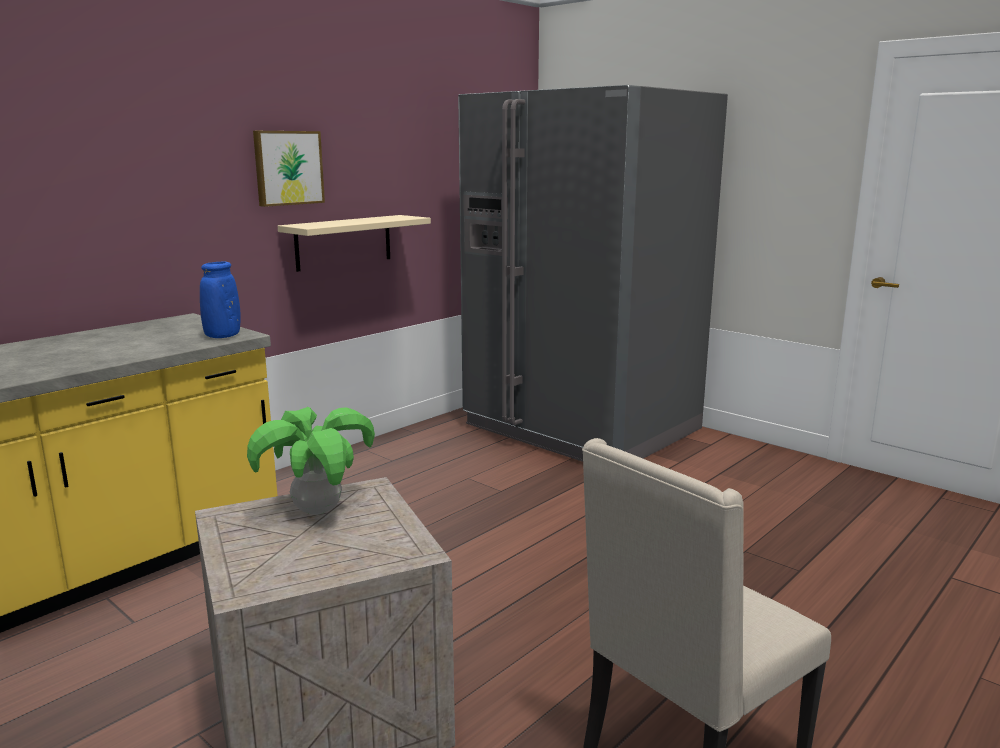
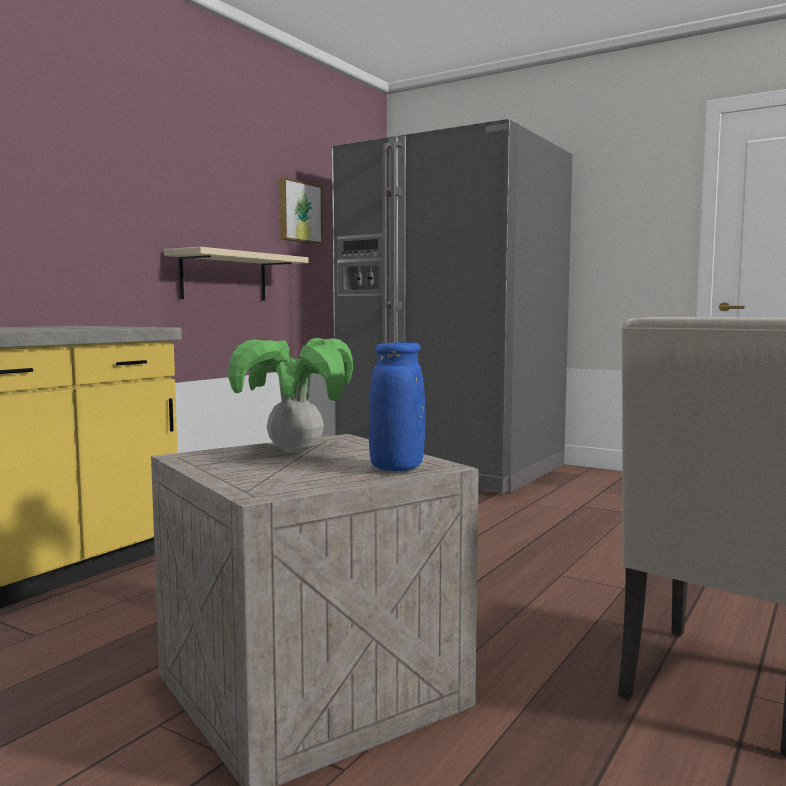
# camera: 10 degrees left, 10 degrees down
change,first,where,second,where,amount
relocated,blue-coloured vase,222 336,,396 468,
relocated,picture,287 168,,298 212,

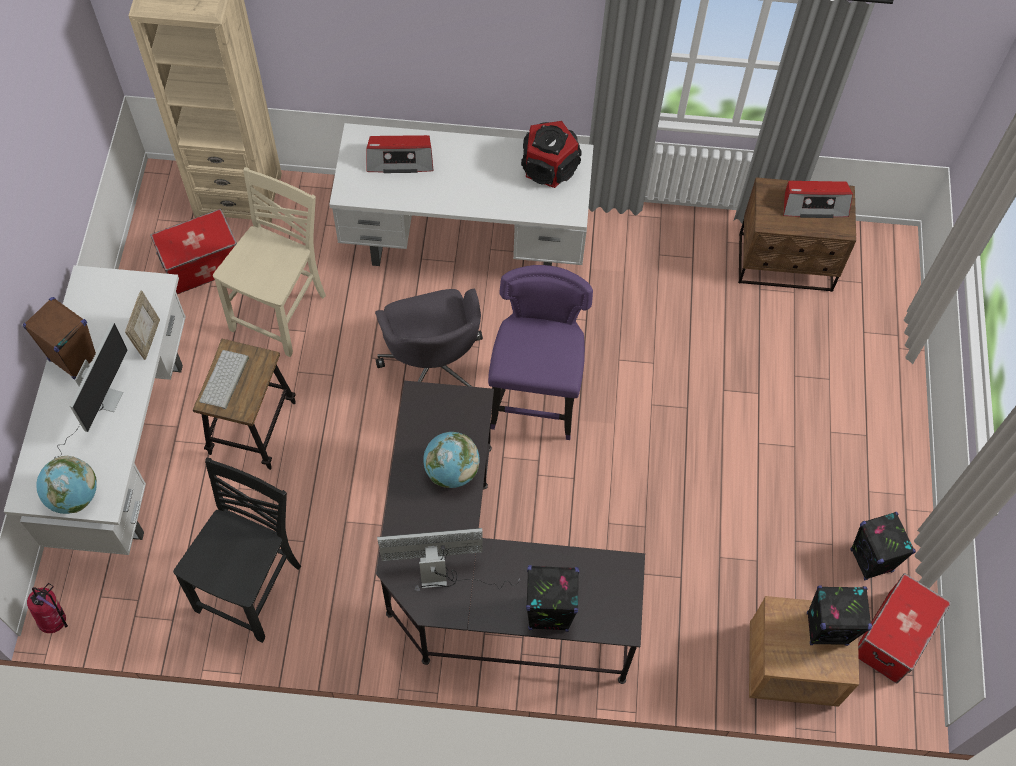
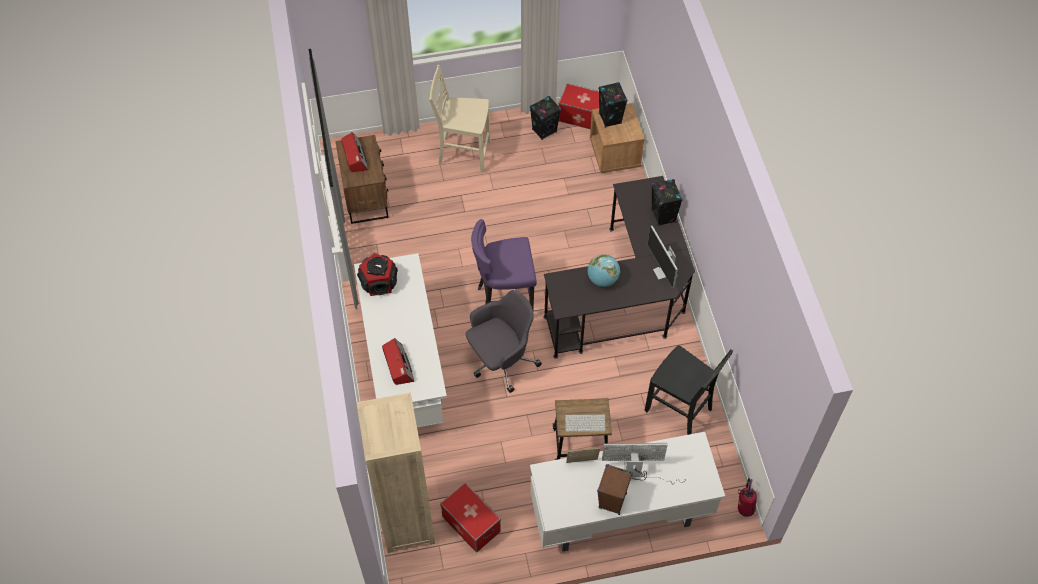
# camera: 105 degrees left, 5 degrees down
change,first,where,second,where,amount
missing,desk globe,74 496,,,
relocated,sand-coloured plain chair,281 312,,463 153,
spun,black-coloured plain chair,252 588,,680 410,150 degrees counterclockwise

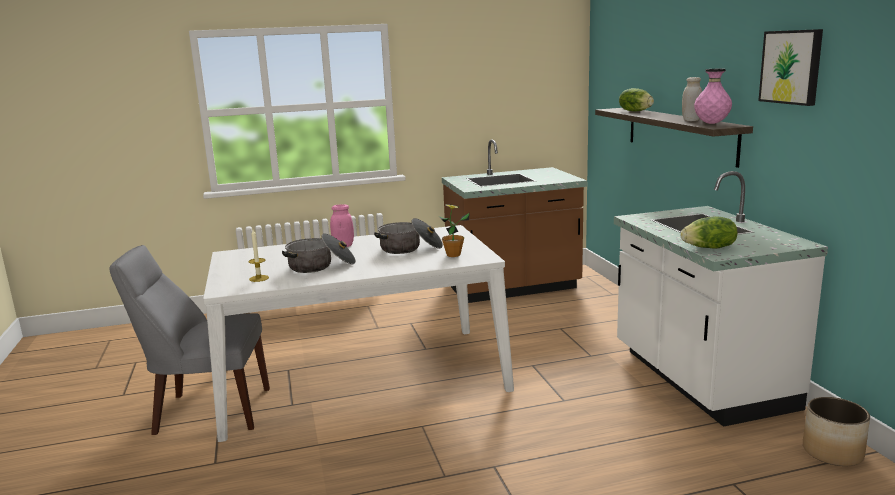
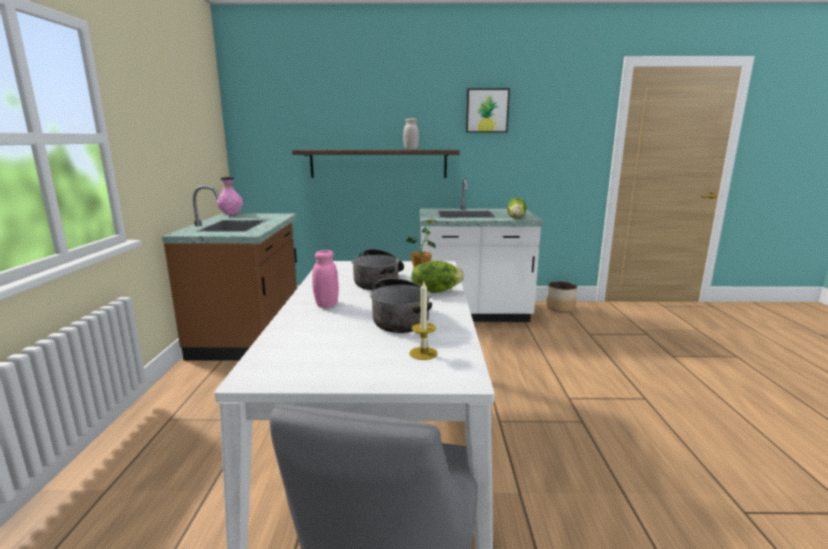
# camera: 75 degrees left, 0 degrees up
change,first,where,second,where,amount
relocated,lettuce head,635 111,,435 291,
relocated,pinkish vase,711 123,,231 215,

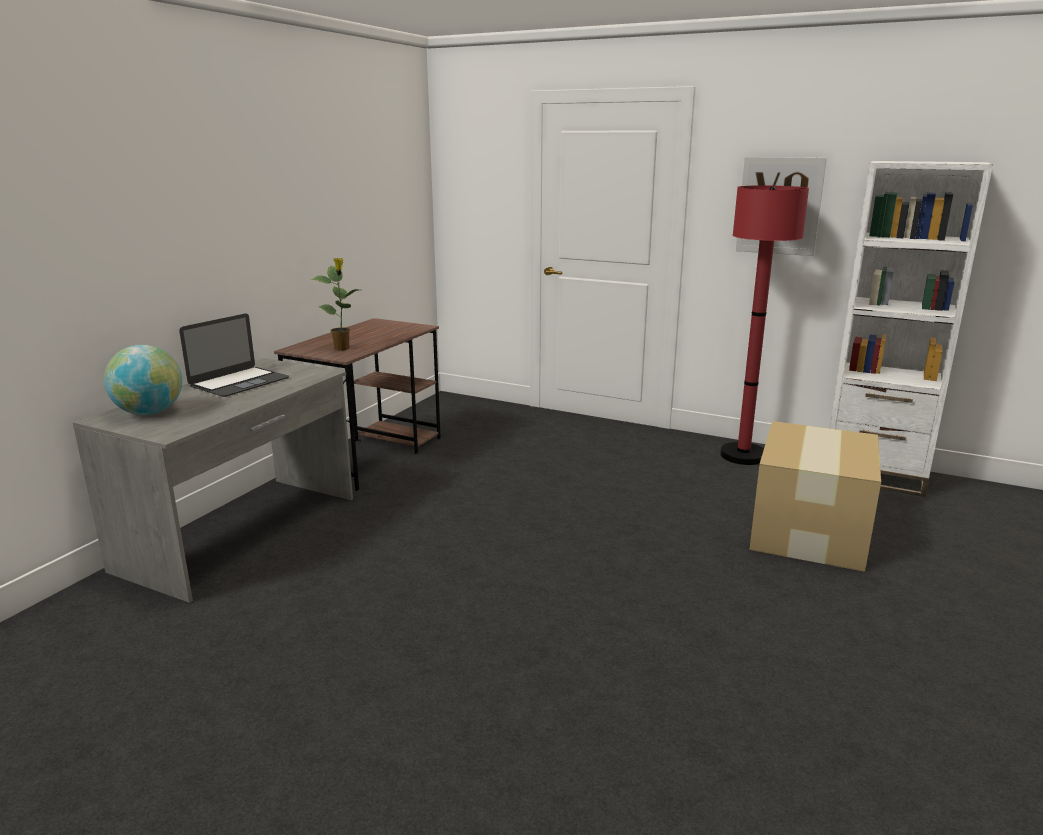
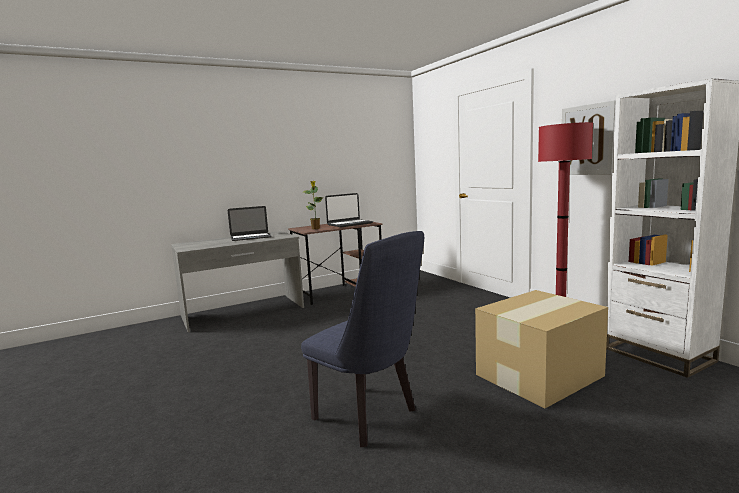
# camera: 35 degrees right, 10 degrees down
change,first,where,second,where,amount
missing,desk globe,149 413,,,
appeared,,,blue-coloured plain chair,371 417,
appeared,,,portable computer,349 224,

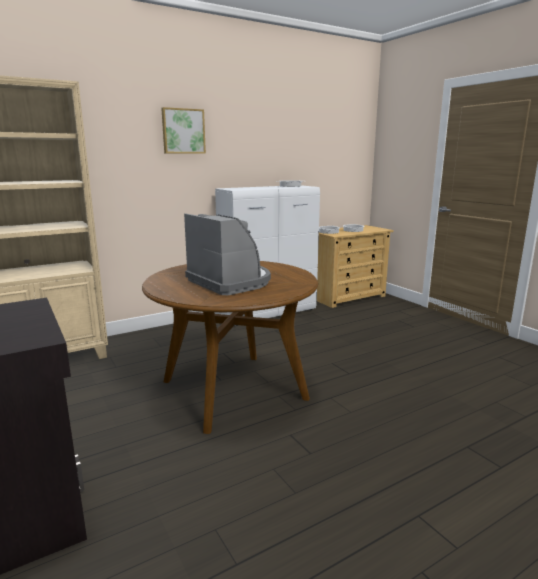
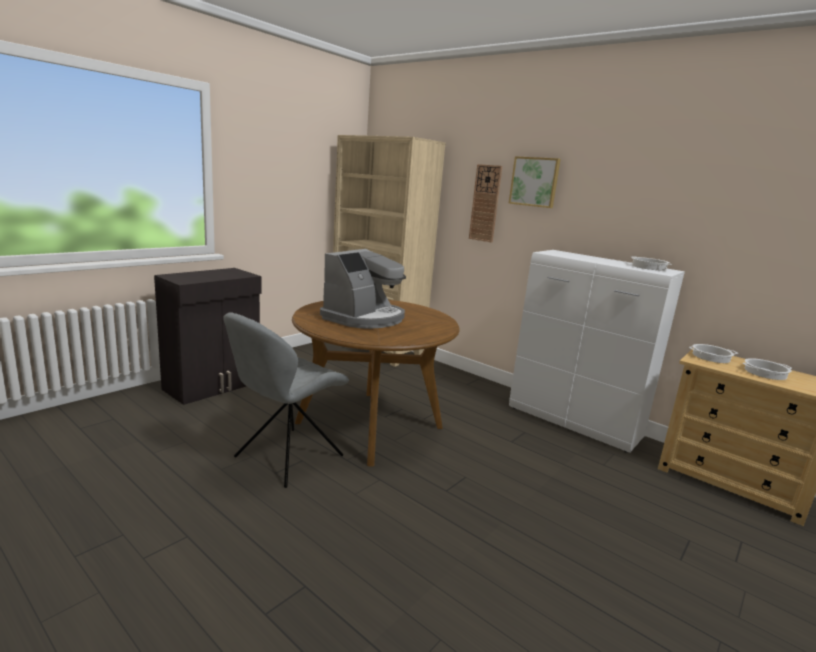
# camera: 70 degrees right, 0 degrees up
change,first,where,second,where,amount
appeared,,,grey plain chair,286 458,
appeared,,,wall clock,485 203,

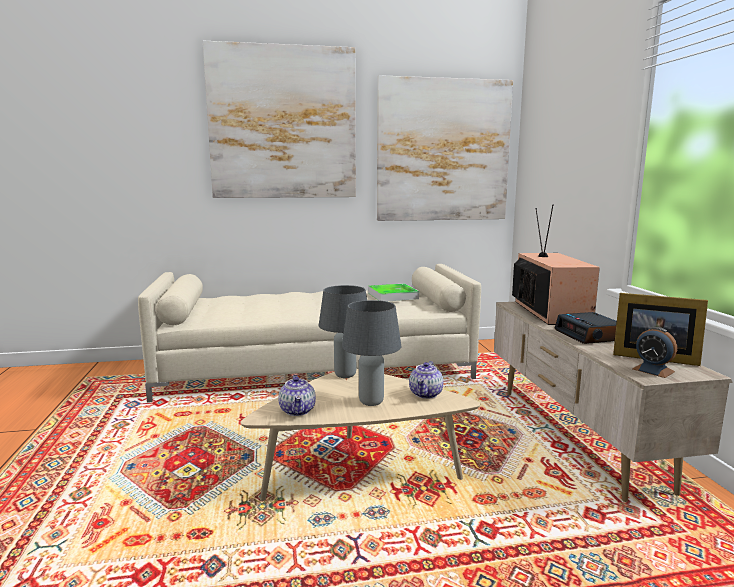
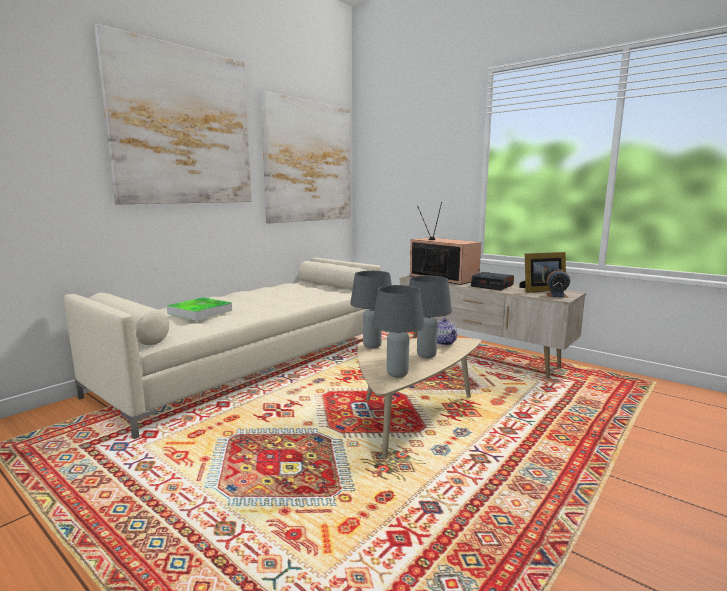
# camera: 40 degrees left, 0 degrees up
change,first,where,second,where,amount
relocated,serving tray,393 296,,200 312,
exchanged,pot for tea,298 411,grey table lamp,397 374,

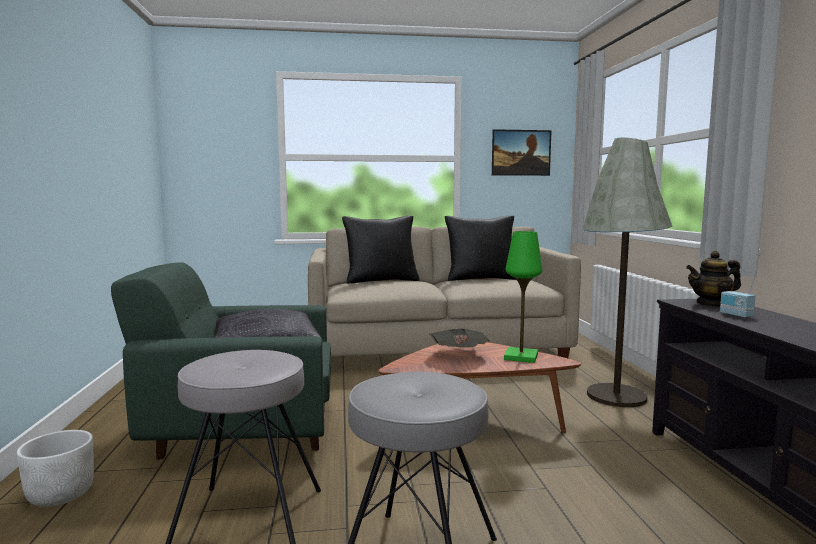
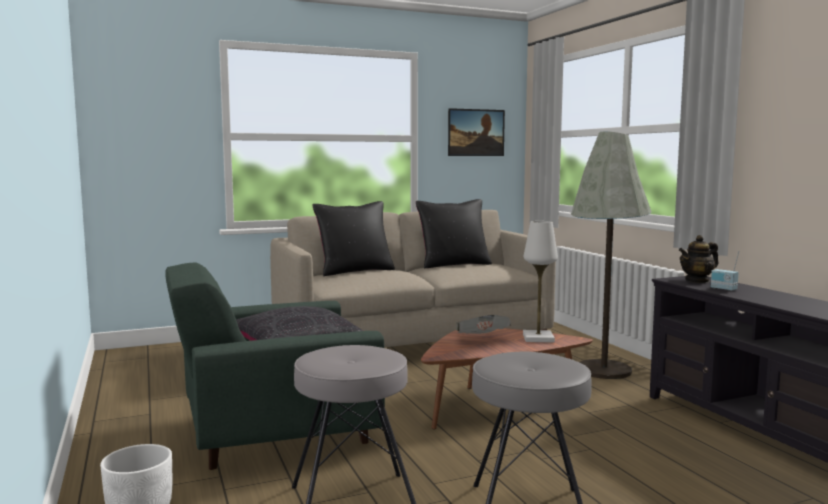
# camera: 15 degrees left, 0 degrees up
change,first,where,second,where,amount
colour,green-coloured table lamp,521 357,whitish table lamp,538 338,

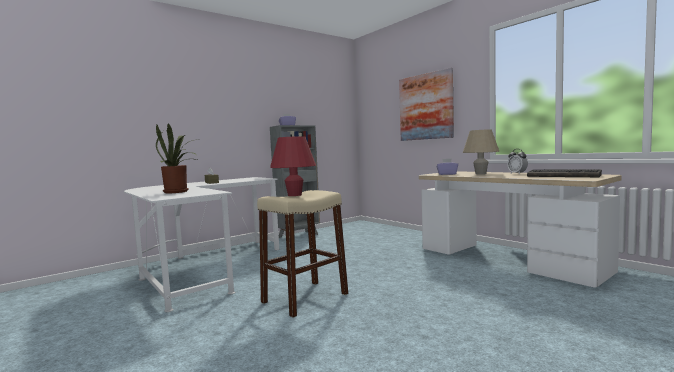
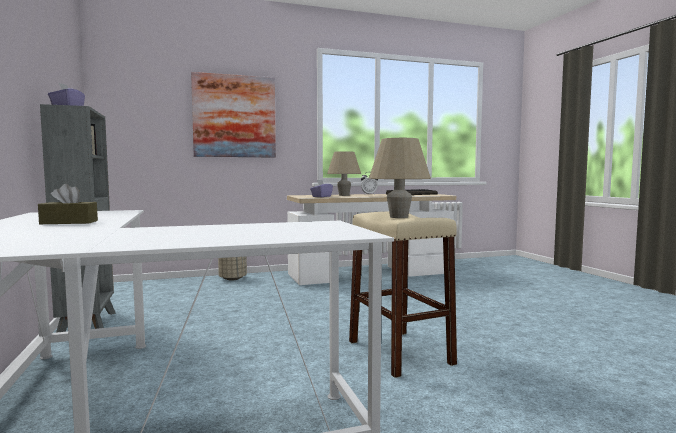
# camera: 70 degrees left, 0 degrees up
change,first,where,second,where,amount
missing,houseplant,178 192,,,
appeared,,,sand-coloured flower pot,233 279,
colour,red-coloured table lamp,294 195,sand-coloured table lamp,399 217,

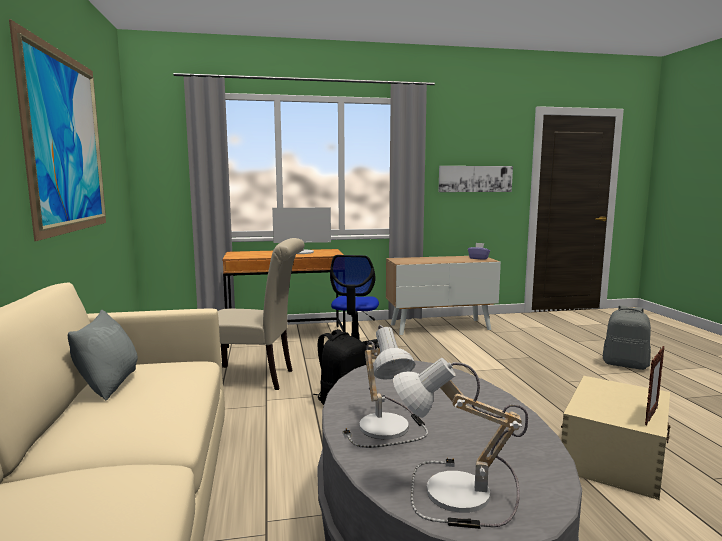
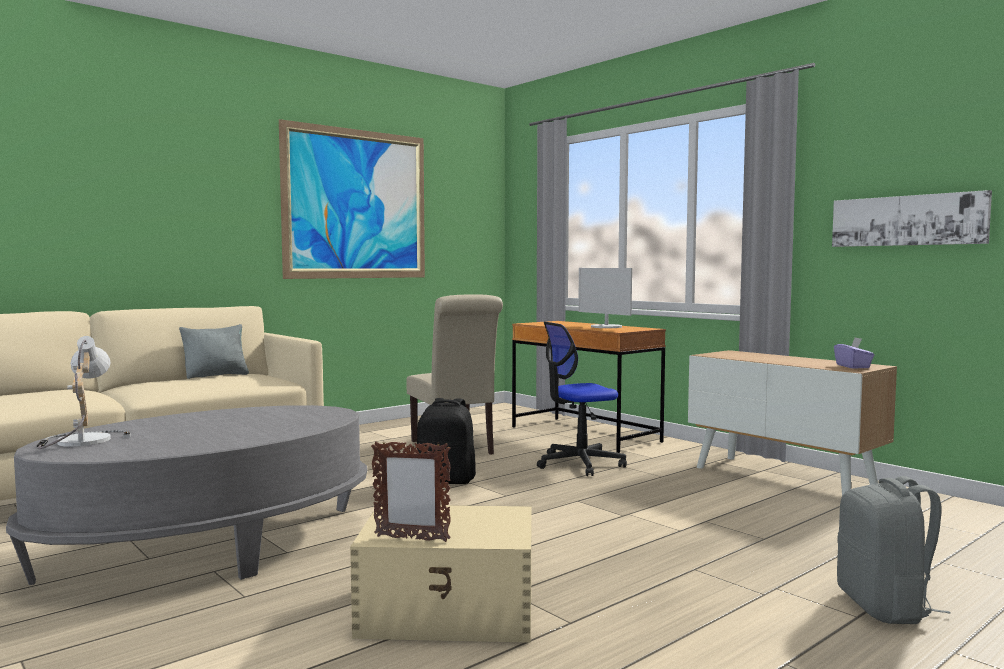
# camera: 60 degrees right, 5 degrees down
change,first,where,second,where,amount
missing,table lamp,389 428,,,

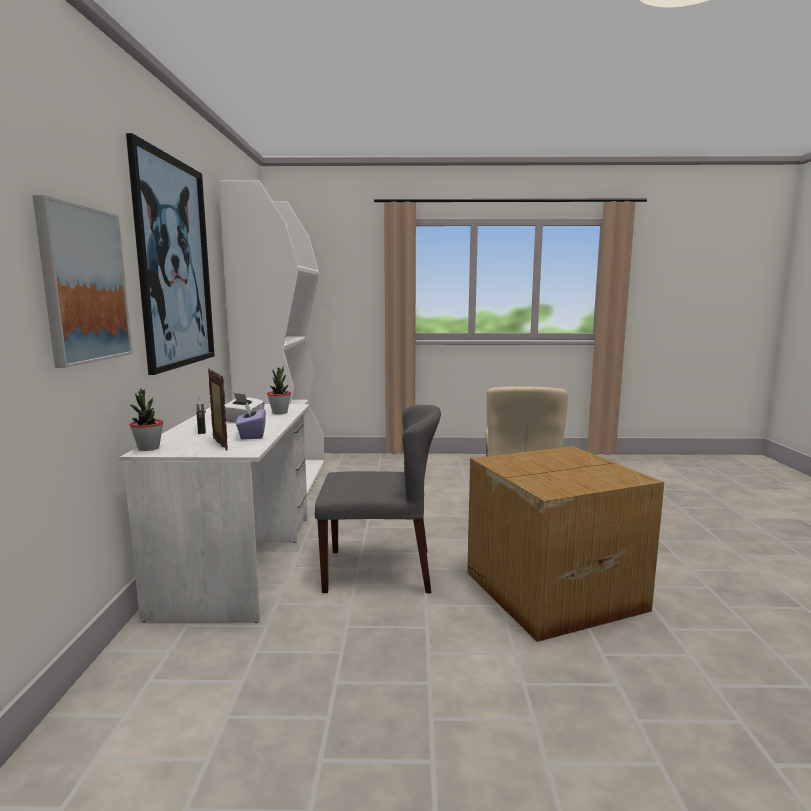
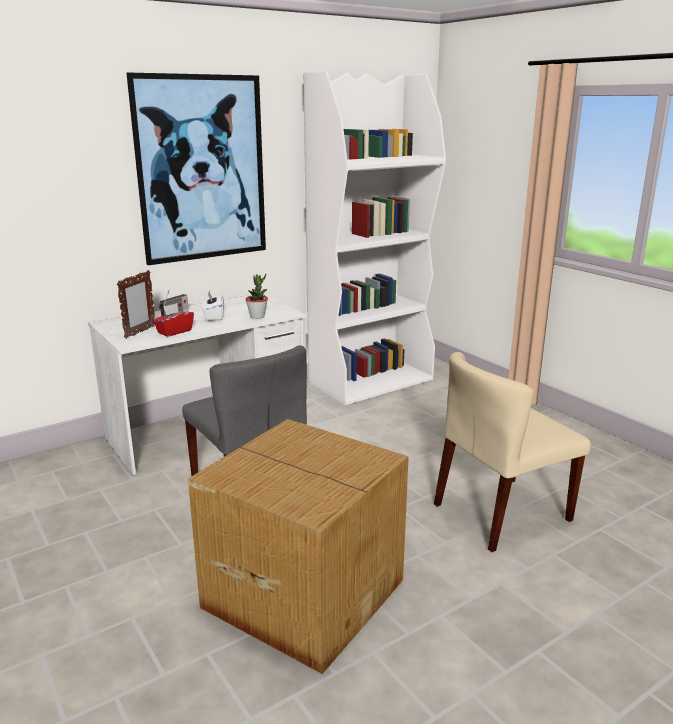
# camera: 55 degrees right, 10 degrees up
change,first,where,second,where,amount
missing,picture,84 285,,,
missing,houseplant,148 448,,,
colour,purple box of tissues,252 435,red-coloured box of tissues,174 332,

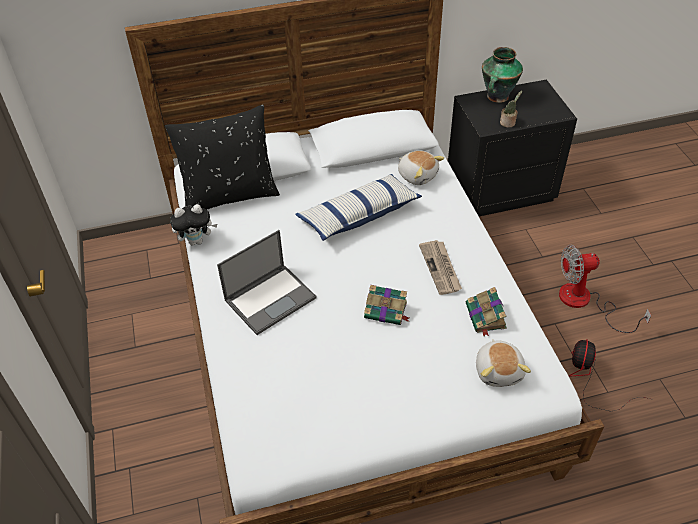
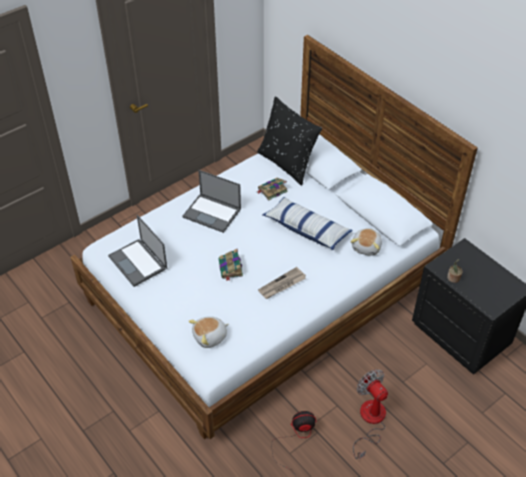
# camera: 65 degrees right, 0 degrees up
change,first,where,second,where,amount
missing,cuddly toy,197 241,,,
missing,vase,497 97,,,
appeared,,,portable computer,138 263,
relocated,bound book,486 317,,272 190,

